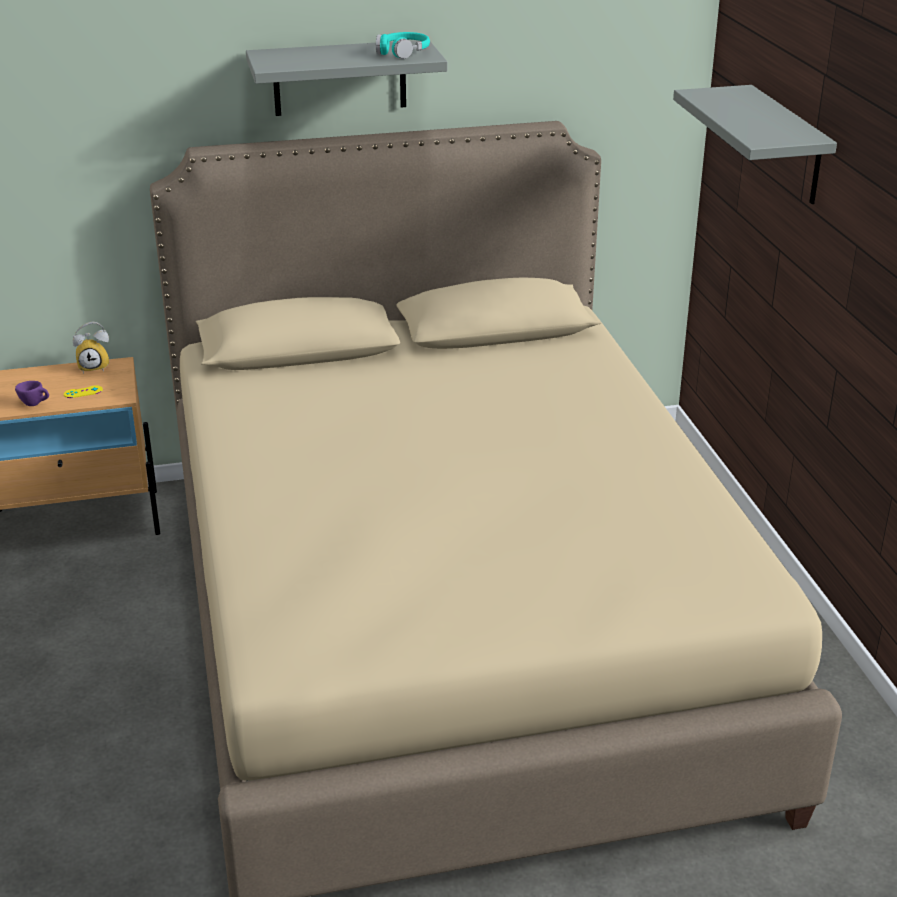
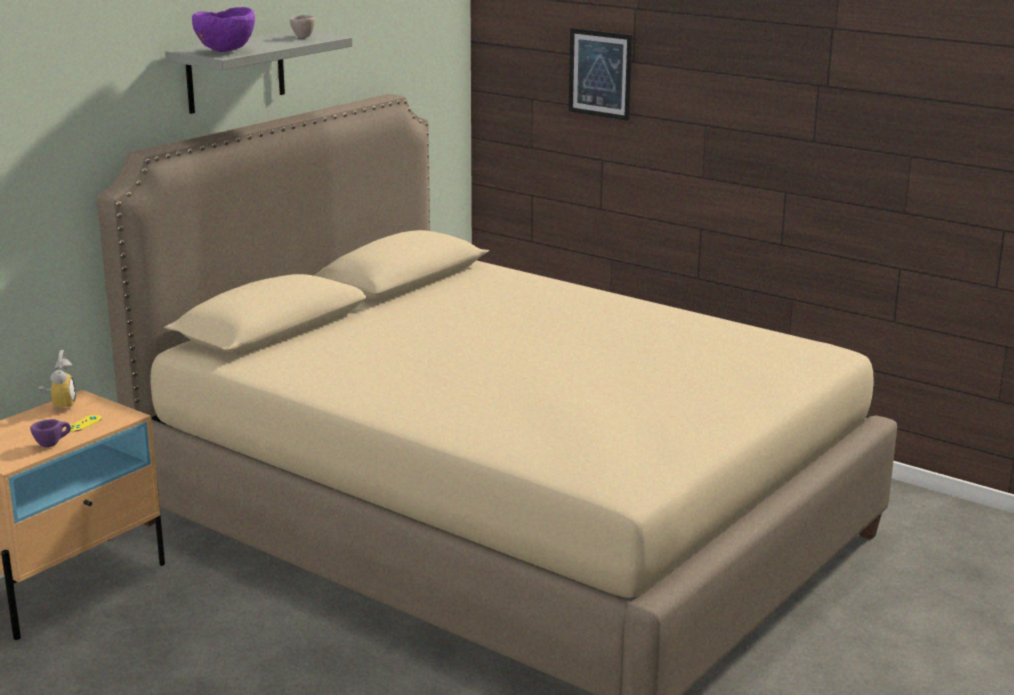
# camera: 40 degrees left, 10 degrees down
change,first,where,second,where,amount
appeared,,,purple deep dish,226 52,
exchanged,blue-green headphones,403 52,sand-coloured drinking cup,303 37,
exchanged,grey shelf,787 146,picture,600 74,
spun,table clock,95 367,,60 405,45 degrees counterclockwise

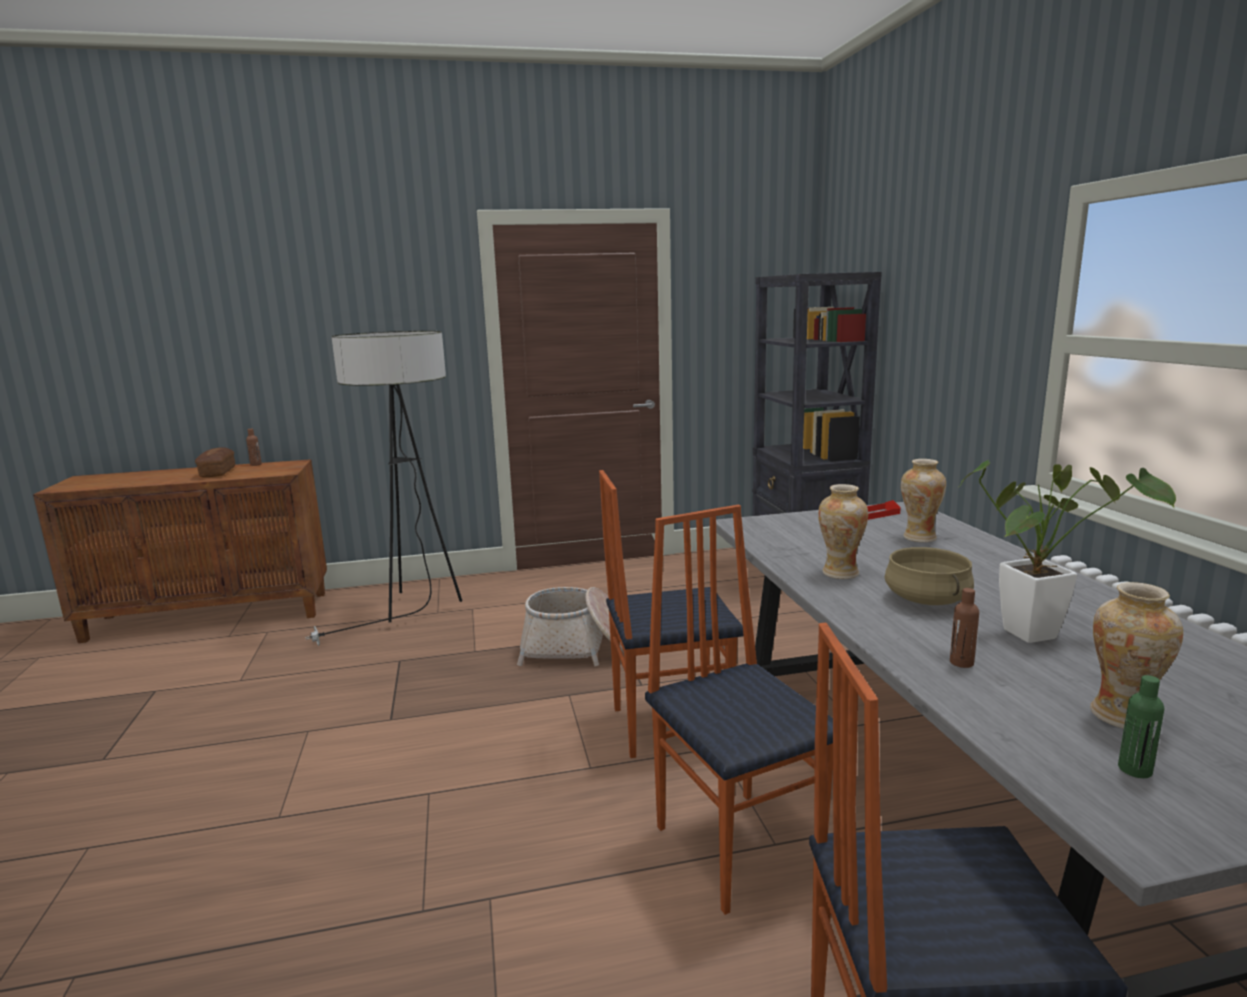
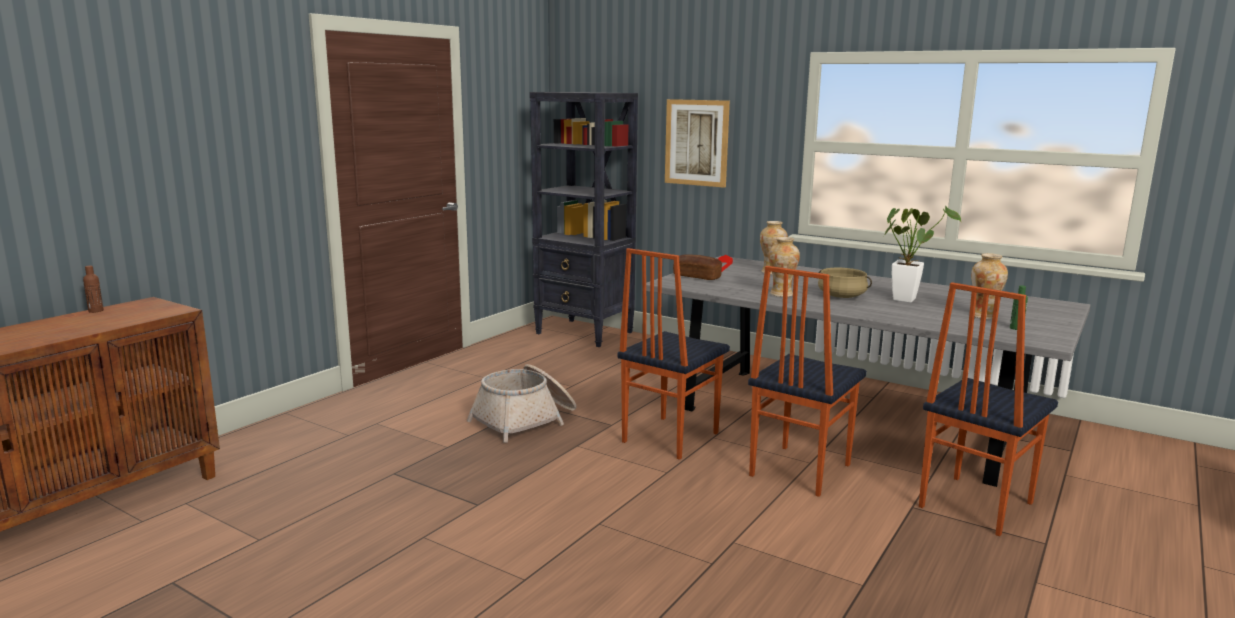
# camera: 45 degrees left, 0 degrees up
change,first,where,second,where,amount
missing,standard lamp,413 612,,,
missing,brownish bottle,961 662,,,
appeared,,,picture,696 142,
relocated,bread,217 472,,697 276,
spun,plain chair,738 846,,798 470,75 degrees counterclockwise

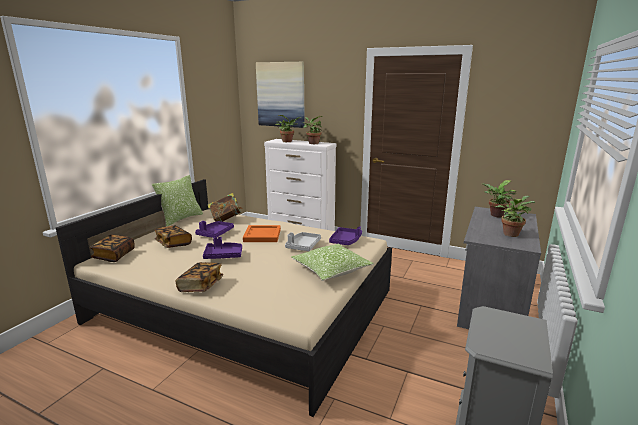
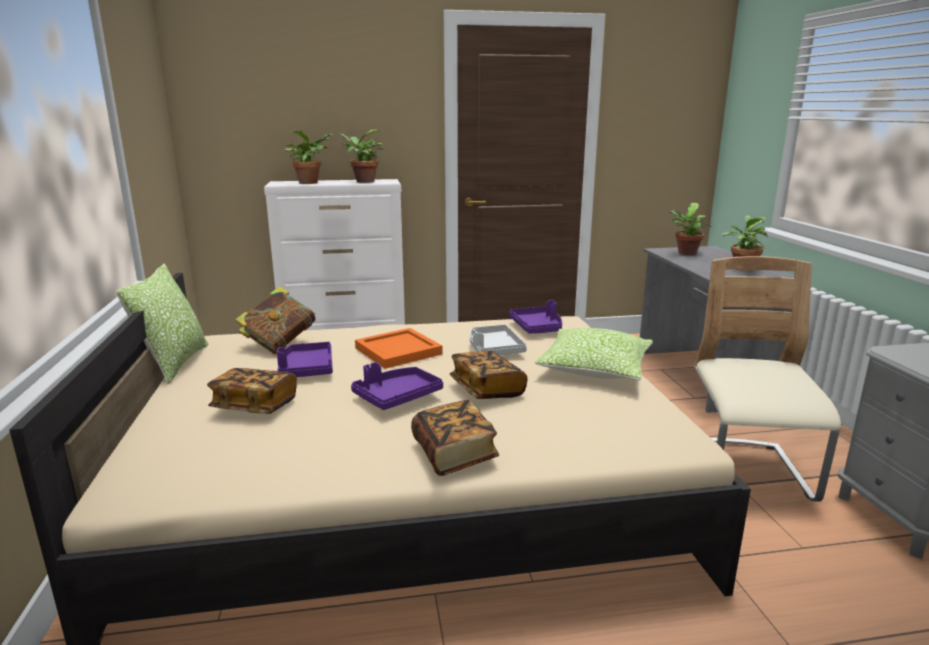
# camera: 35 degrees left, 0 degrees up
change,first,where,second,where,amount
missing,picture,281 94,,,
appeared,,,sand-coloured plain chair,745 473,
relocated,bound book,114 255,,487 389,

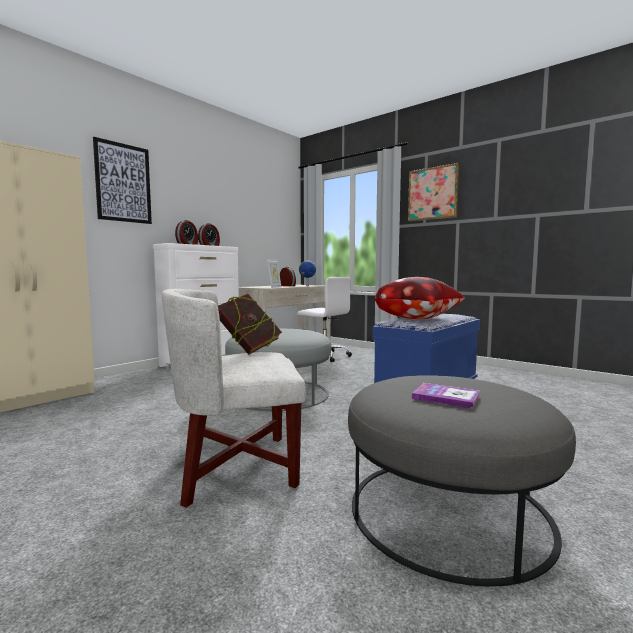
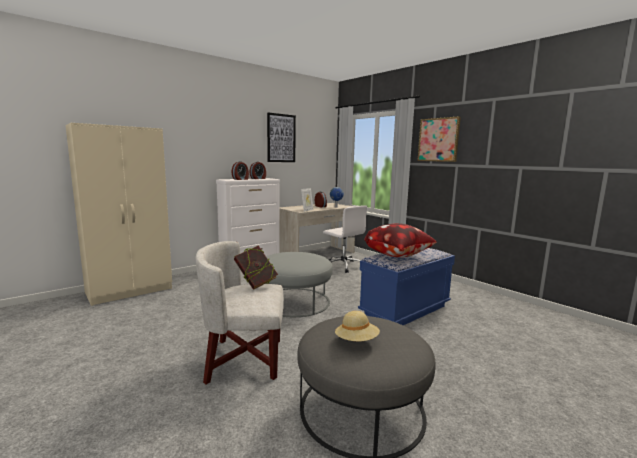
# camera: 10 degrees right, 5 degrees up
change,first,where,second,where,amount
relocated,picture,123 183,,281 138,
exchanged,bound book,446 397,sand-coloured hat,356 341,

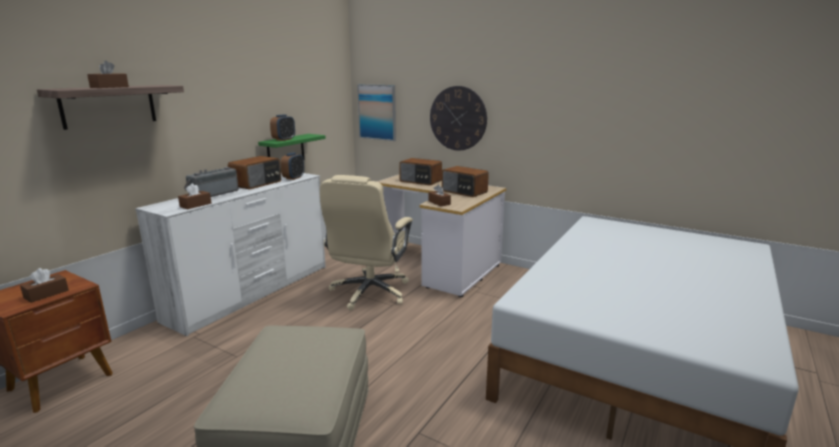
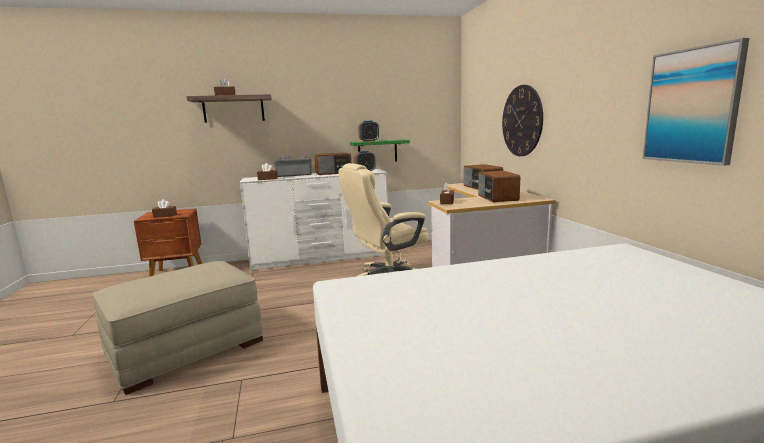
# camera: 45 degrees right, 5 degrees down
change,first,where,second,where,amount
relocated,picture,377 112,,691 106,

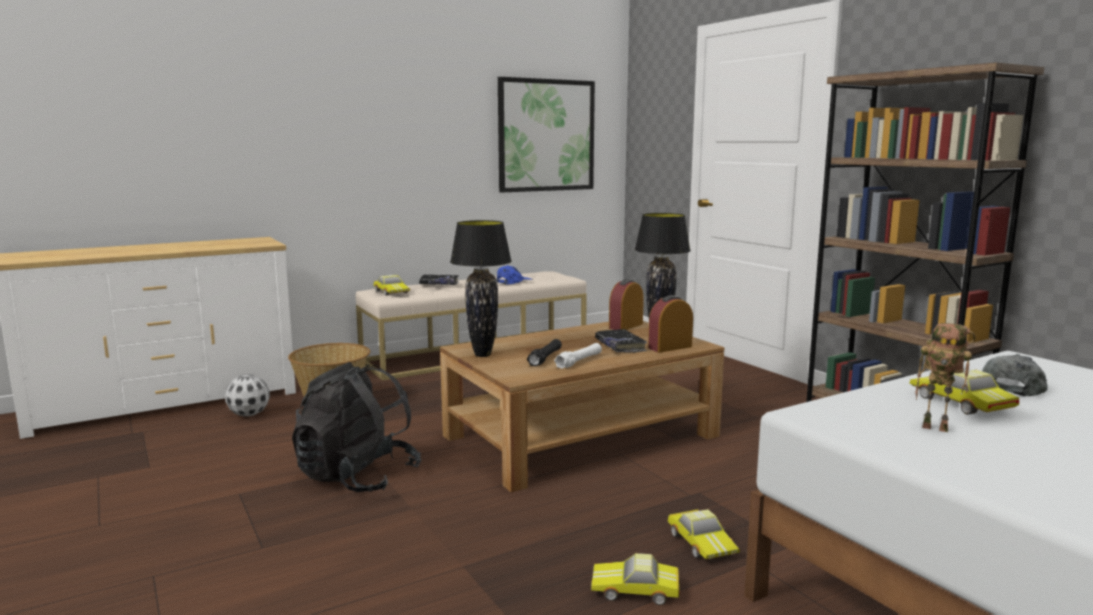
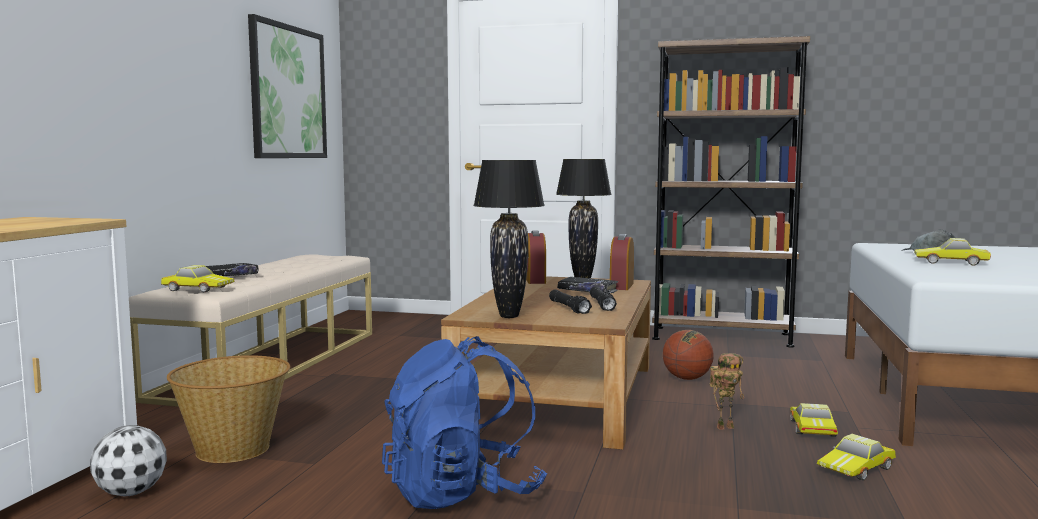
# camera: 45 degrees left, 5 degrees down
change,first,where,second,where,amount
missing,blue-coloured cap,513 281,,,
appeared,,,basketball,687 378,
relocated,toy robot,937 428,,725 427,
colour,black-coloured knapsack,357 477,blue-coloured knapsack,462 492,
colour,whitish hand torch,579 361,black-coloured hand torch,601 305,
spun,model car,702 542,,811 428,105 degrees counterclockwise

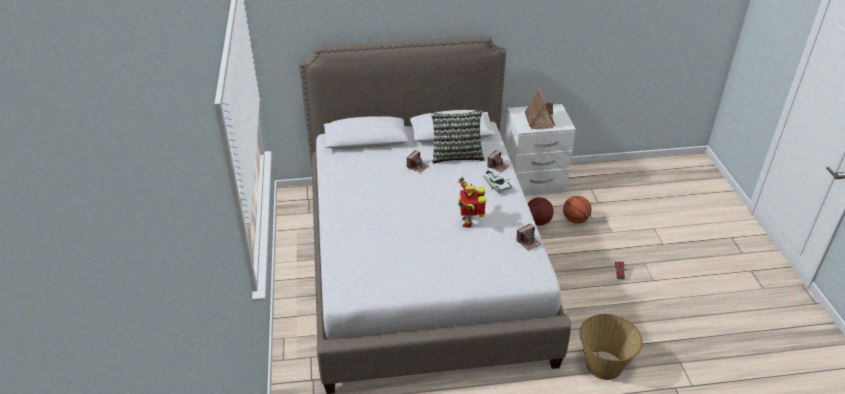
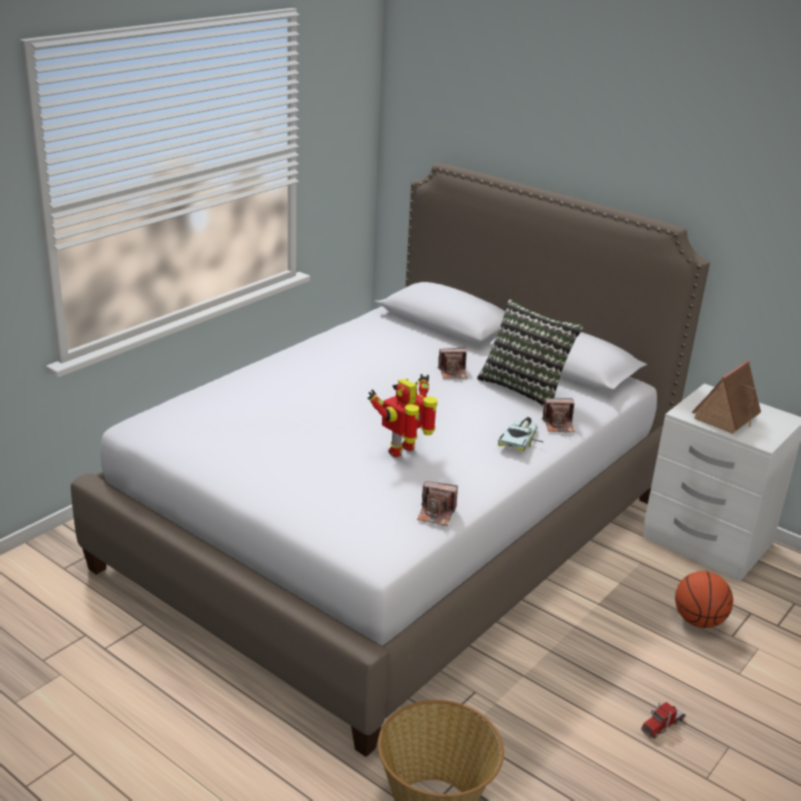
# camera: 45 degrees right, 10 degrees down
change,first,where,second,where,amount
missing,basketball,537 222,,,

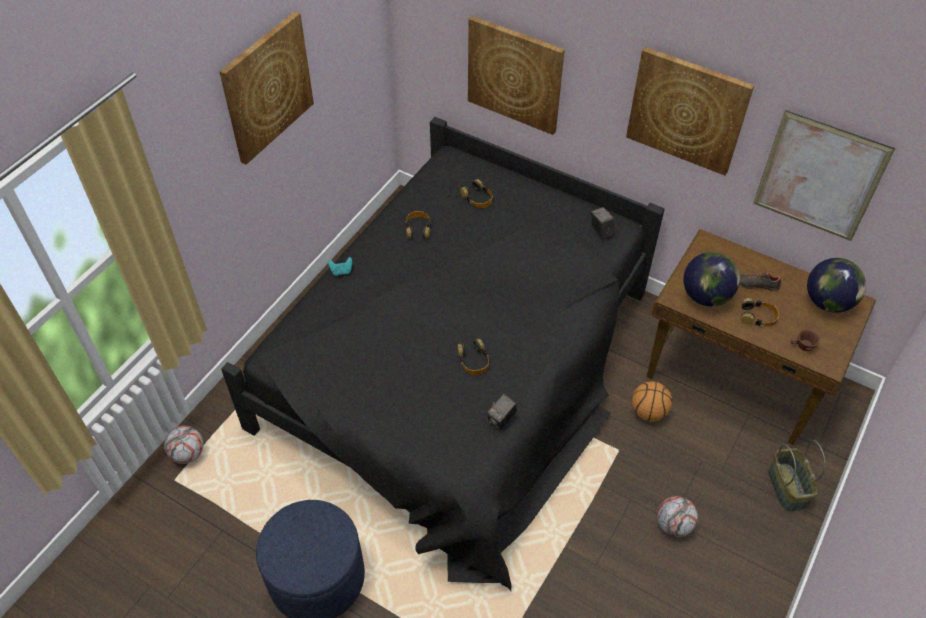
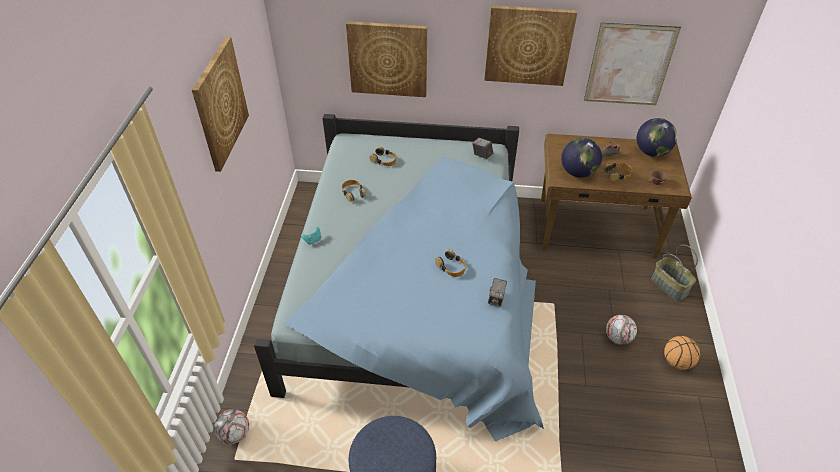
# camera: 25 degrees left, 5 degrees down
change,first,where,second,where,amount
relocated,basketball,648 411,,676 361,
colour,black-coloured sleeping bed,459 371,blue-coloured sleeping bed,415 292,

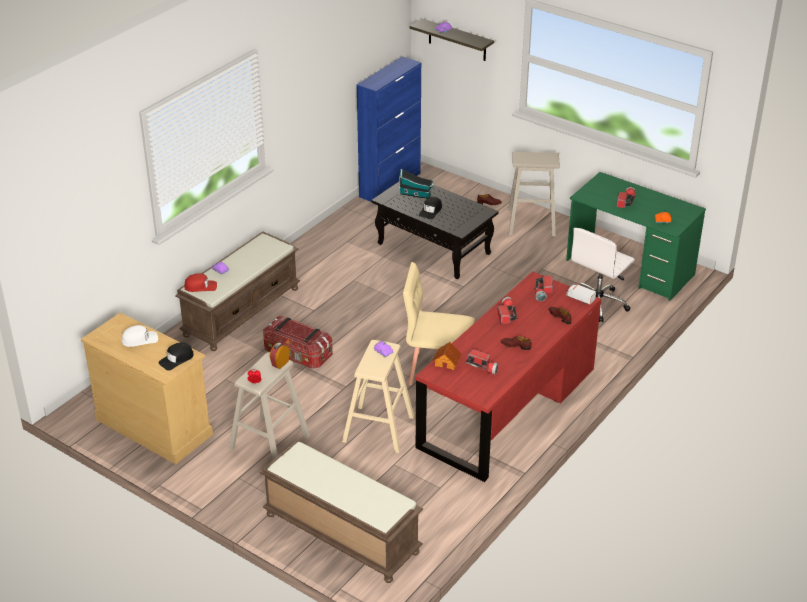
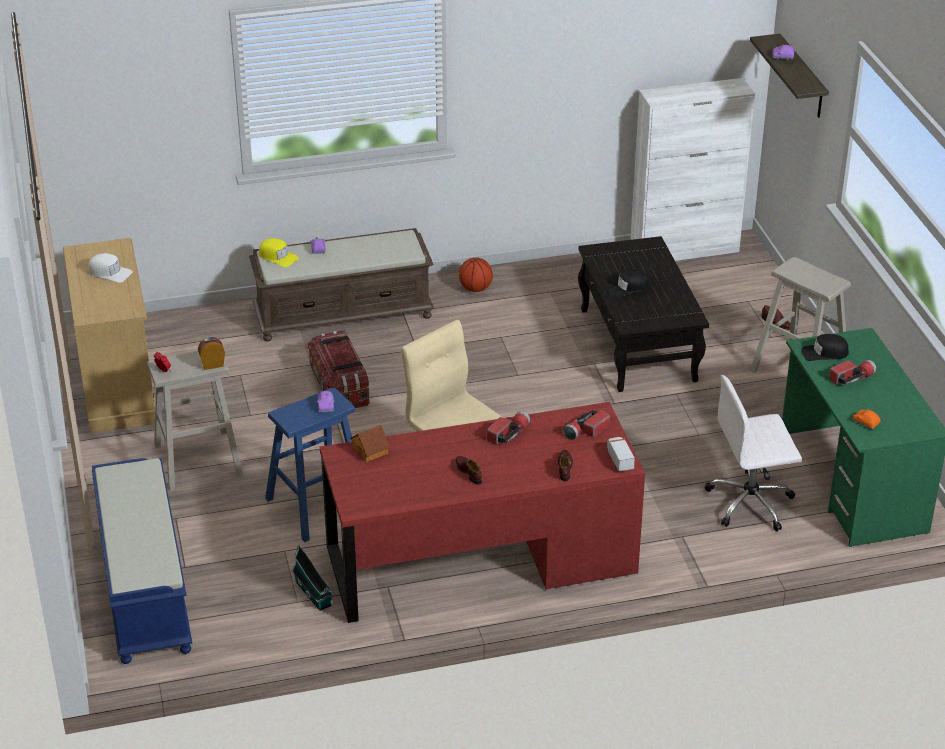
# camera: 40 degrees right, 0 degrees up
change,first,where,second,where,amount
missing,hand torch,482 367,,,
appeared,,,basketball,475 289,
relocated,black-coloured cap,176 359,,824 353,
relocated,model house,416 195,,314 595,
colour,red-coloured cap,200 286,yellowish cap,278 257,
colour,brownish long seat,340 534,blue-coloured long seat,143 588,
colour,sand-coloured stool,378 428,blue-coloured stool,318 506,
colour,blue-coloured storage cabinet,390 185,whitish storage cabinet,685 250,

